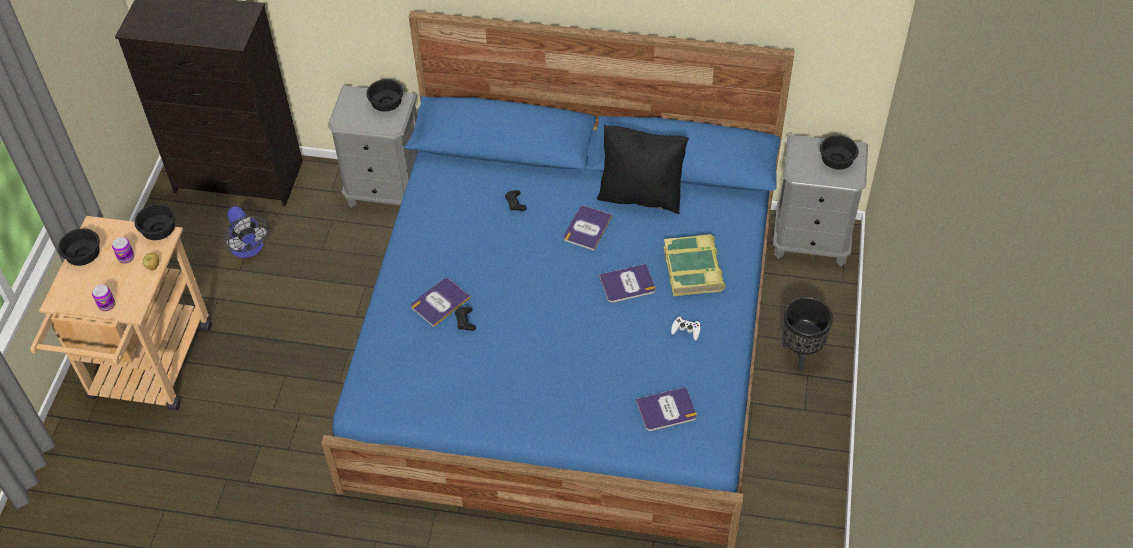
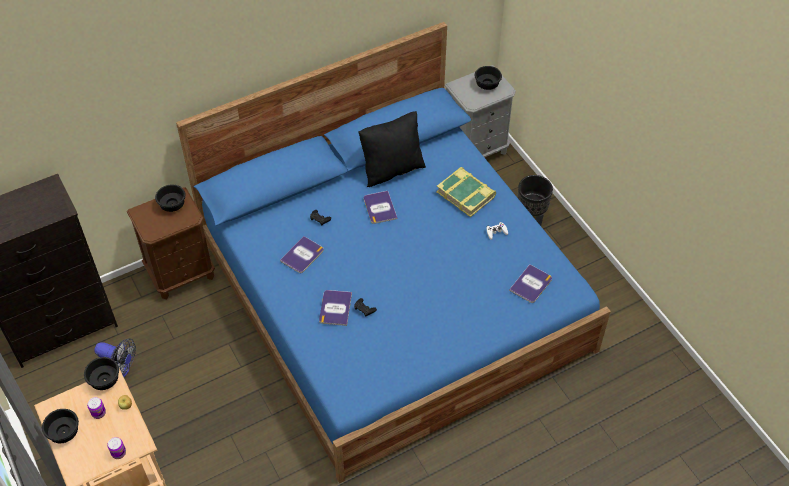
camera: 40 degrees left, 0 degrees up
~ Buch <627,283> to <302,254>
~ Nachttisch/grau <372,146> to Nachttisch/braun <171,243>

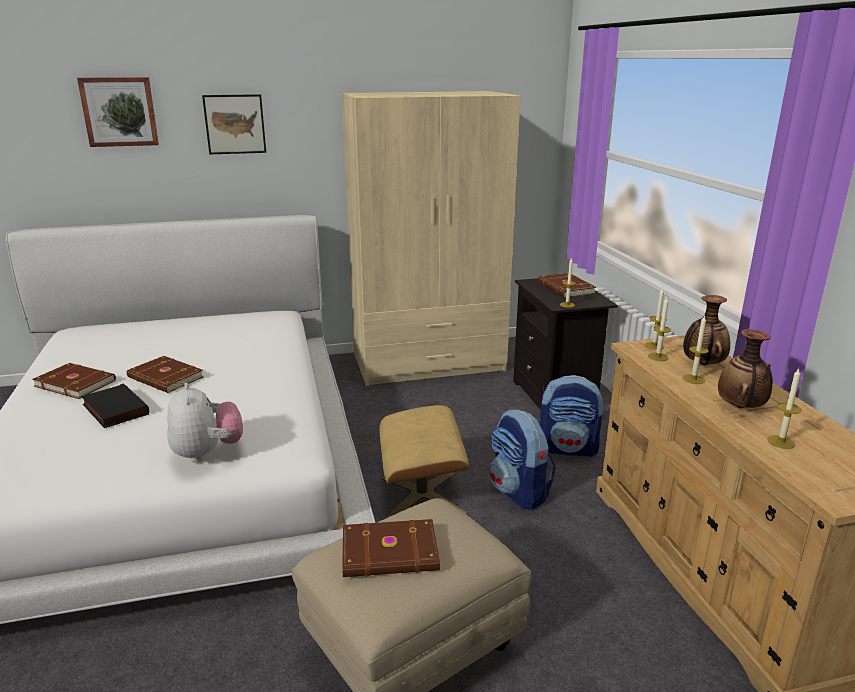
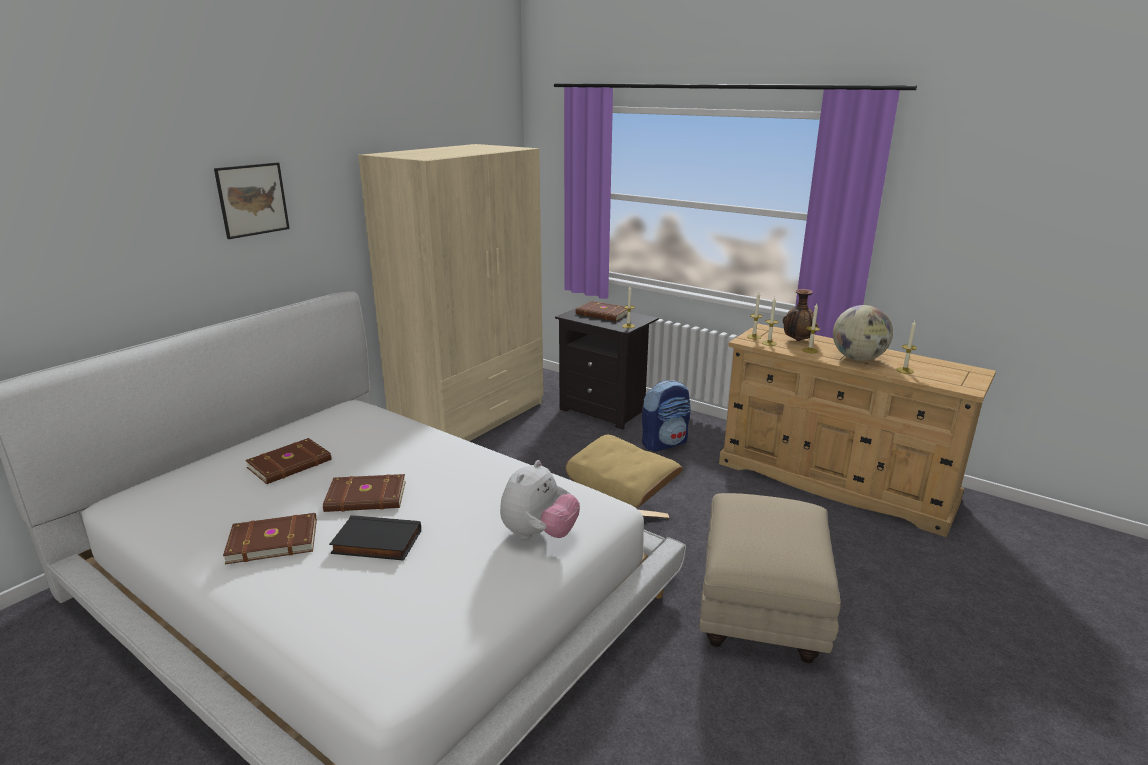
camera: 40 degrees left, 0 degrees up
- Bild <118,112>
- Rucksack <523,460>
~ Buch/braun <391,548> to <288,461>
~ Vase <745,368> to Globus <863,333>
~ Plüschtier <205,423> = <540,499> 90 degrees clockwise

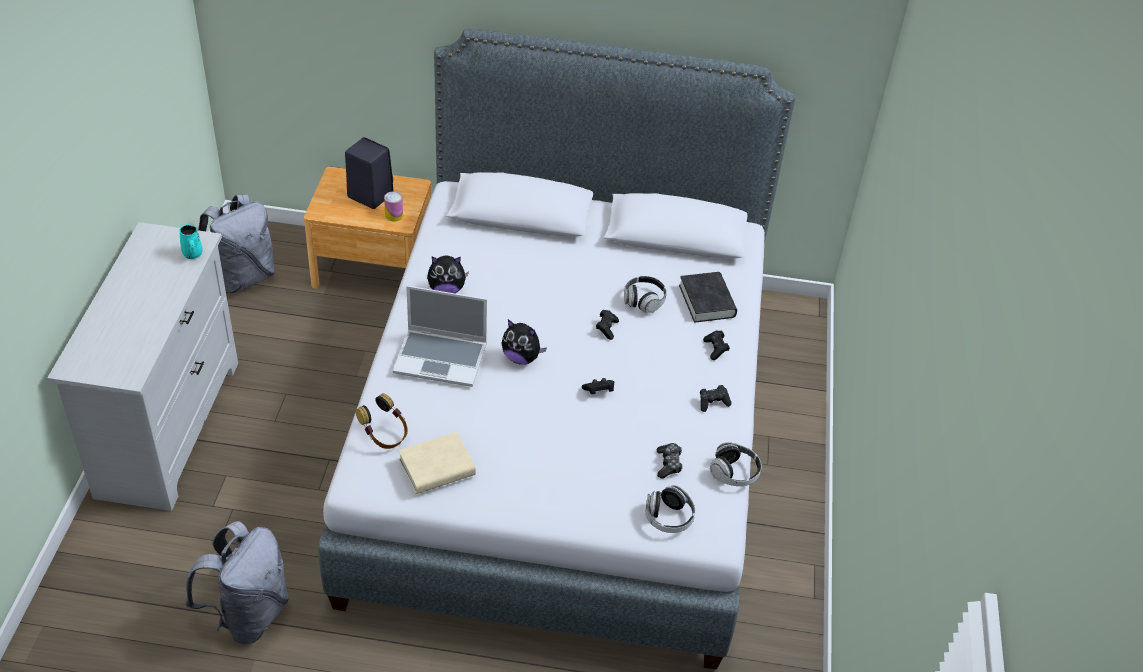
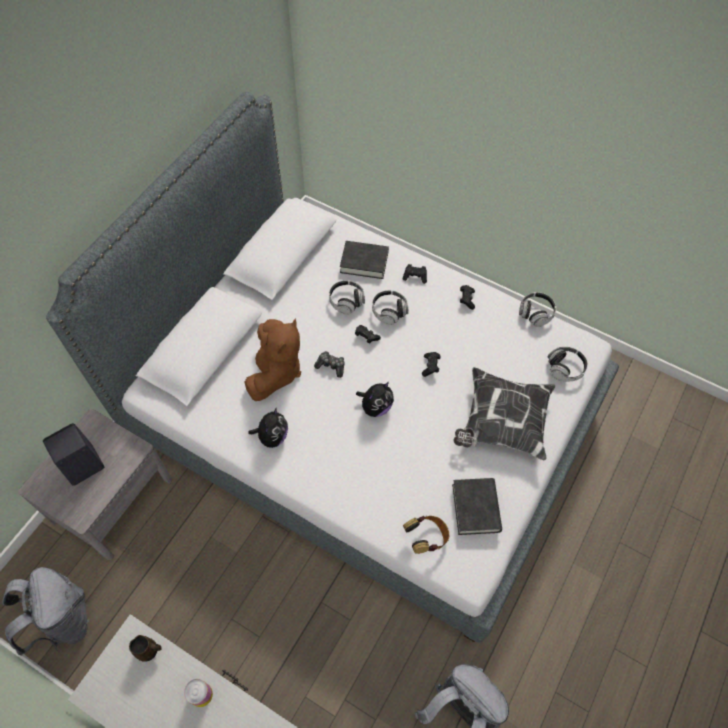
camera: 65 degrees left, 15 degrees up
- Laptop <439,336>
+ Plüschtier/braun <272,359>
+ Kopfhörer <390,307>
+ Kissen <504,413>
~ Dose <393,206> to <198,693>
~ Gamepad <670,461> to <329,364>
~ Henkelbecher/türkis <191,241> to Henkelbecher/braun <145,648>
~ Nachttisch/braun <367,228> to Nachttisch/grau <95,484>
~ Buch/beige <437,463> to Buch/schwarz <477,506>

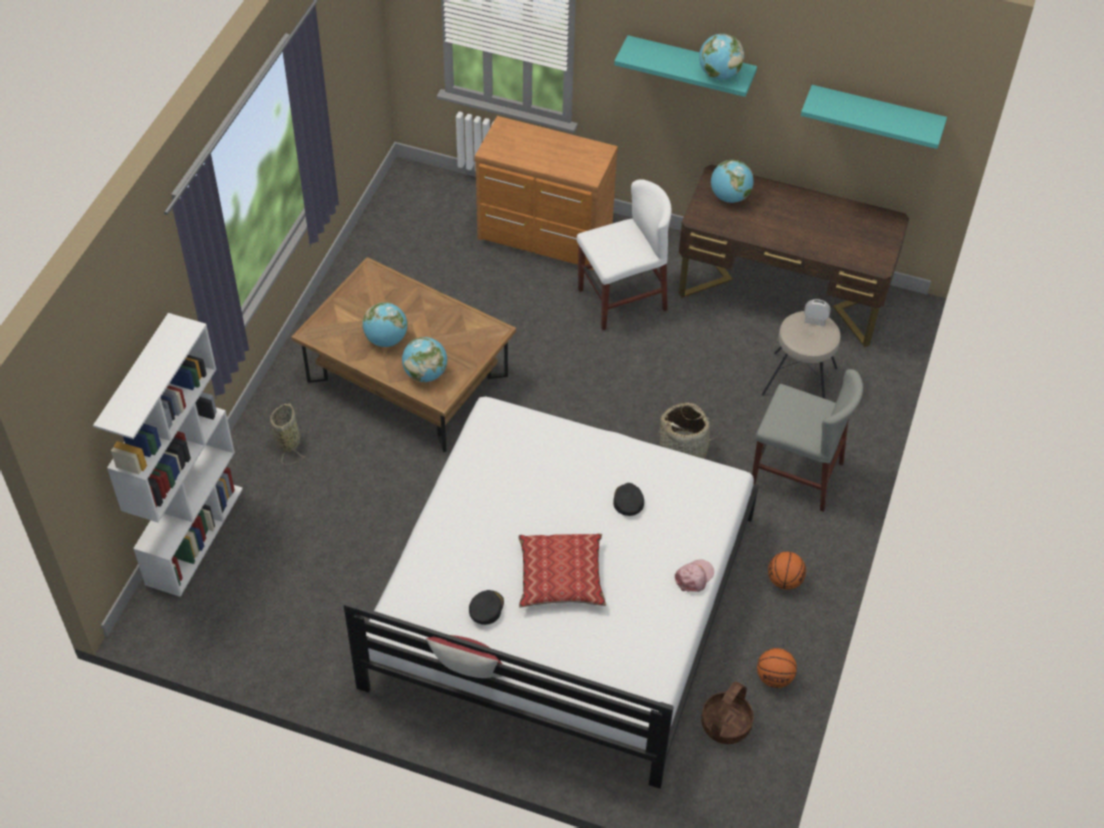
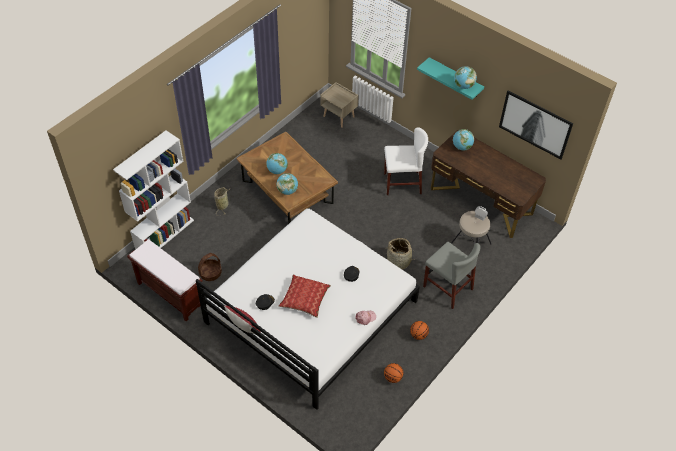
camera: 20 degrees right, 0 degrees up
- Kommode/braun <546,193>
+ Bank/braun <164,280>
+ Nachttisch/beige <339,105>
~ Korb <727,713> to <210,267>
~ Wandregal/türkis <874,117> to Bild <536,125>

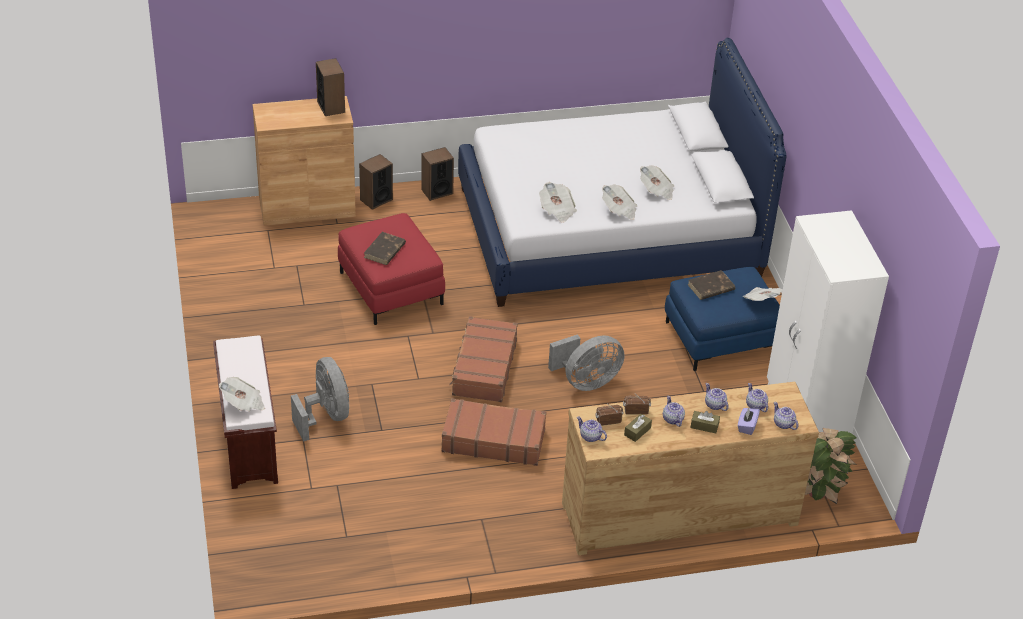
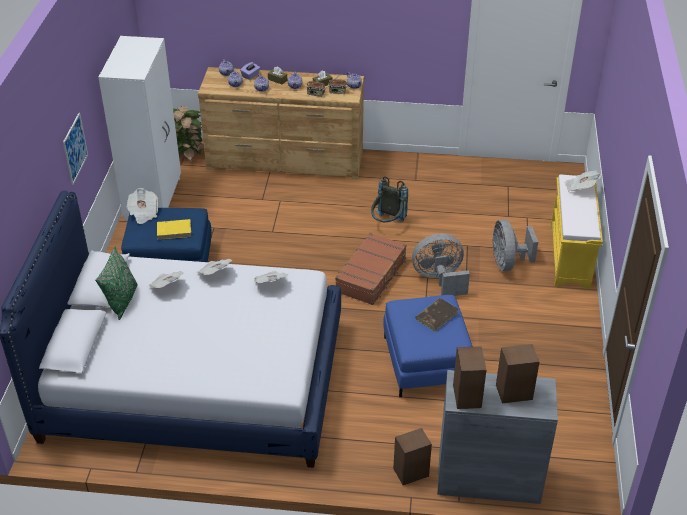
camera: 160 degrees left, 0 degrees up
+ Bild <75,149>
+ Kissen/grün <116,283>
~ Lautsprecher <437,174> to <517,374>
~ Ventilator/grau <586,362> to <441,265>
~ Koffer/braun <493,432> to Rucksack/grau <389,199>
~ Bank/braun <245,412> to Bank/gelb <577,232>
~ Schrank/braun <304,161> to Schrank/grau <497,437>
~ Polsterhocker/rot <391,269> to Polsterhocker/blau <428,346>
~ Buch/braun <711,285> to Buch/gelb <174,229>

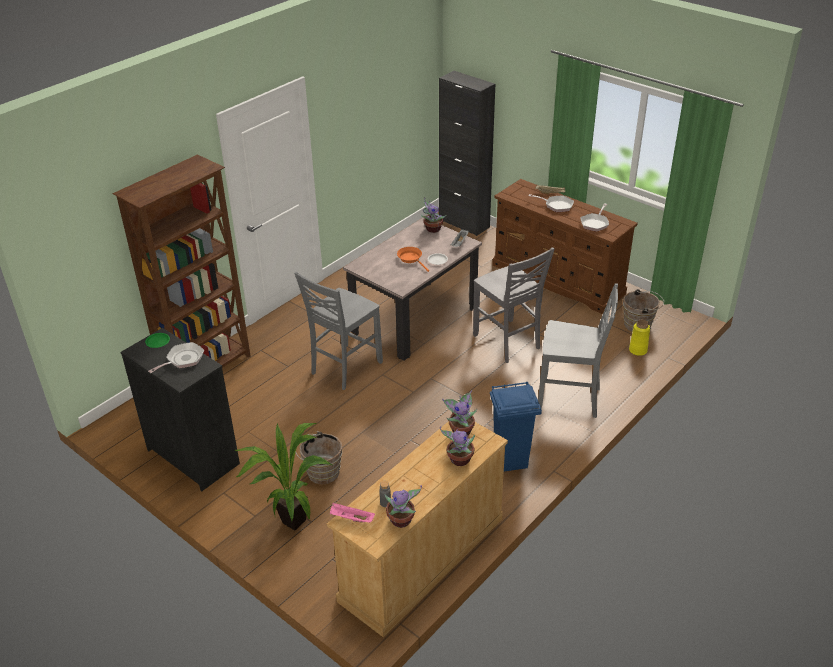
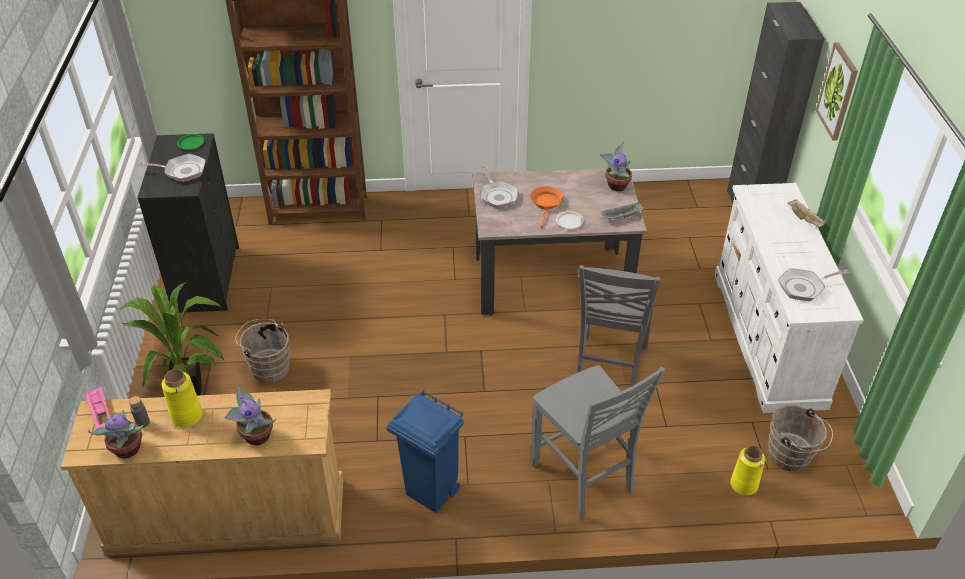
camera: 45 degrees right, 5 degrees up
- Stuhl/grau <338,331>
- Topfpflanze <459,412>
+ Vase/gelb <182,398>
+ Bild <837,91>
~ Pfanne <551,203> to <499,187>
~ Kommode/braun <565,246> to Kommode/weiß <789,298>

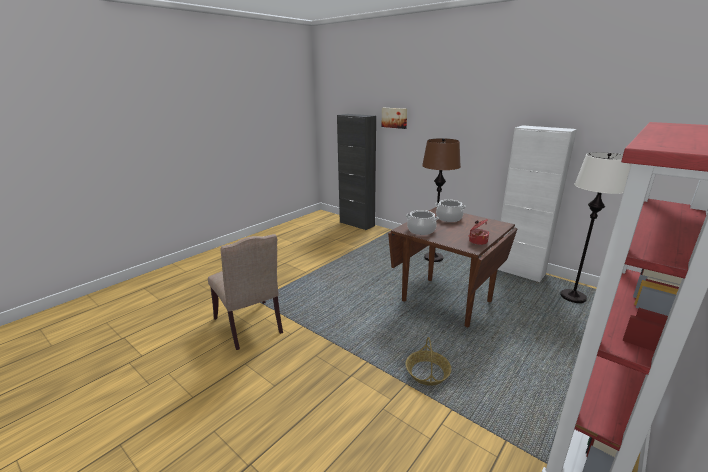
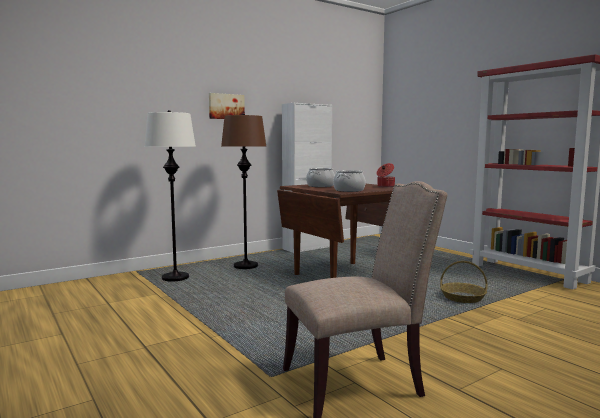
camera: 75 degrees left, 15 degrees down
- Schrank/schwarz <356,172>
~ Bild <394,118> to <227,106>
~ Stehlampe/weiß <595,227> to <170,196>

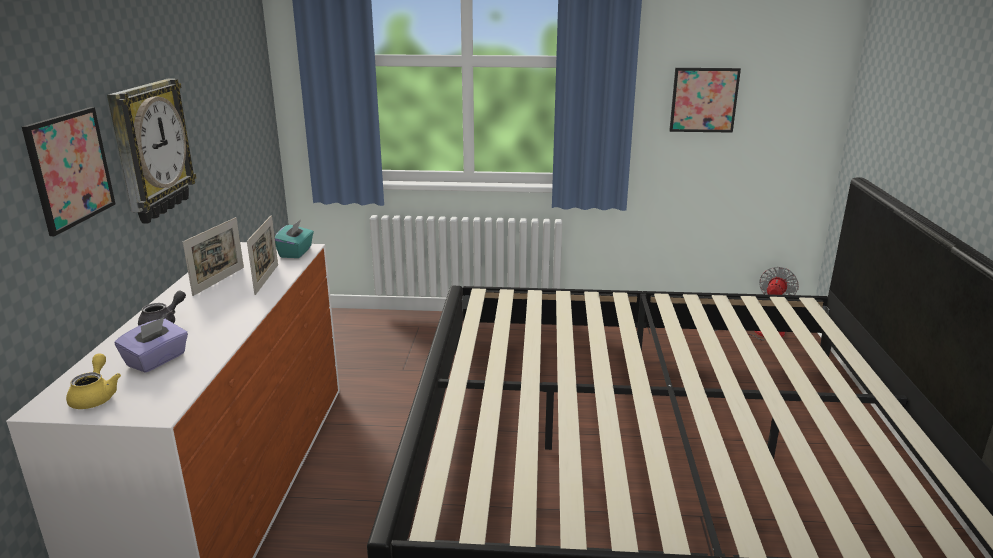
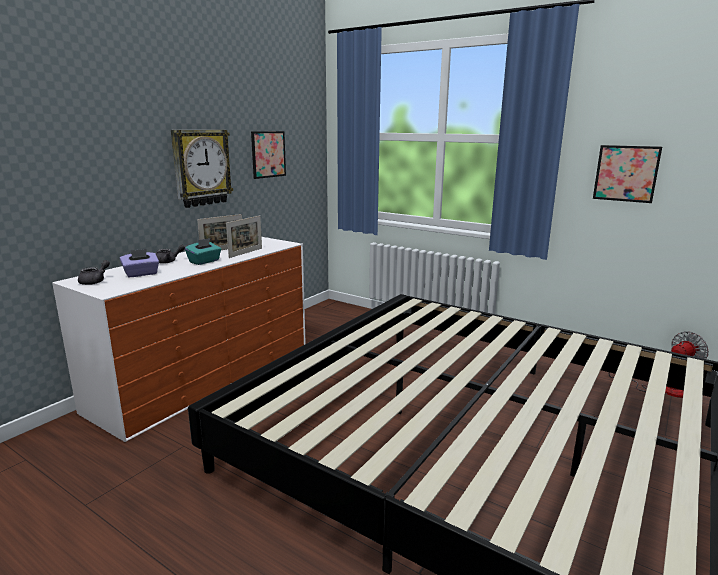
camera: 30 degrees right, 5 degrees down
~ Bild <68,171> to <268,155>
~ Taschentuchbox/türkis <294,239> to <203,251>
~ Teekanne/gelb <93,381> to Teekanne/grau <94,272>

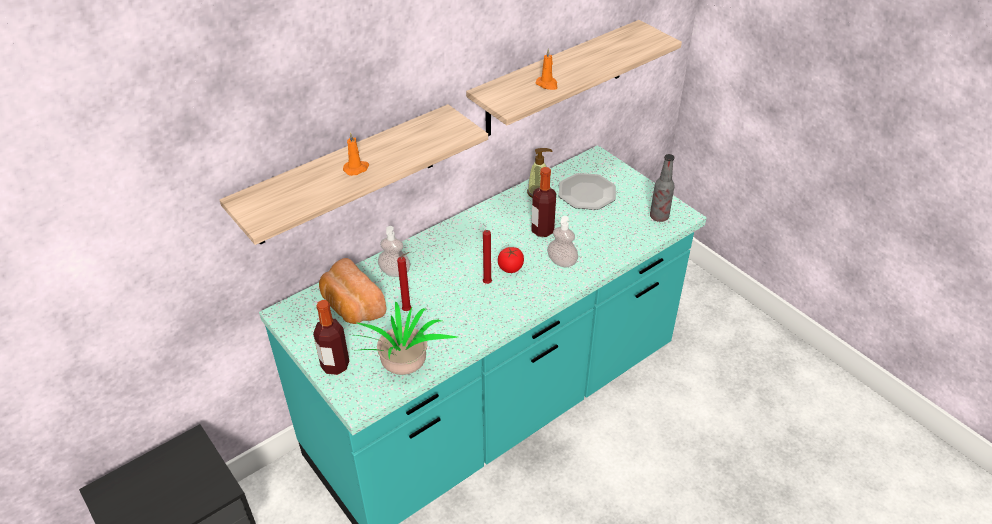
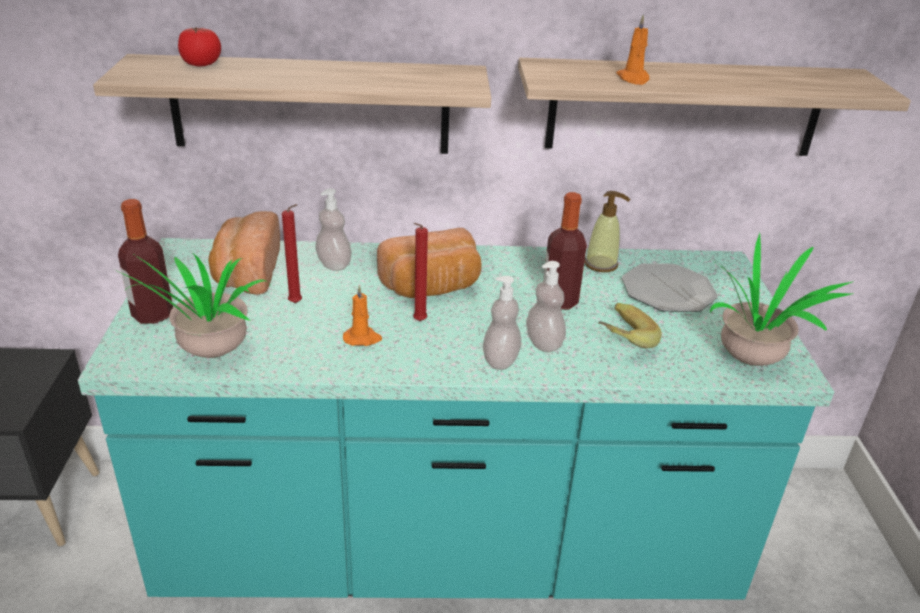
camera: 35 degrees right, 10 degrees down
+ Brot <429,263>
+ Seifenspender <502,323>
+ Banane <630,325>
~ Kerze/orange <356,154> to <362,315>
~ Tomate <511,260> to <199,46>
~ Flasche <662,188> to Topfpflanze <782,299>

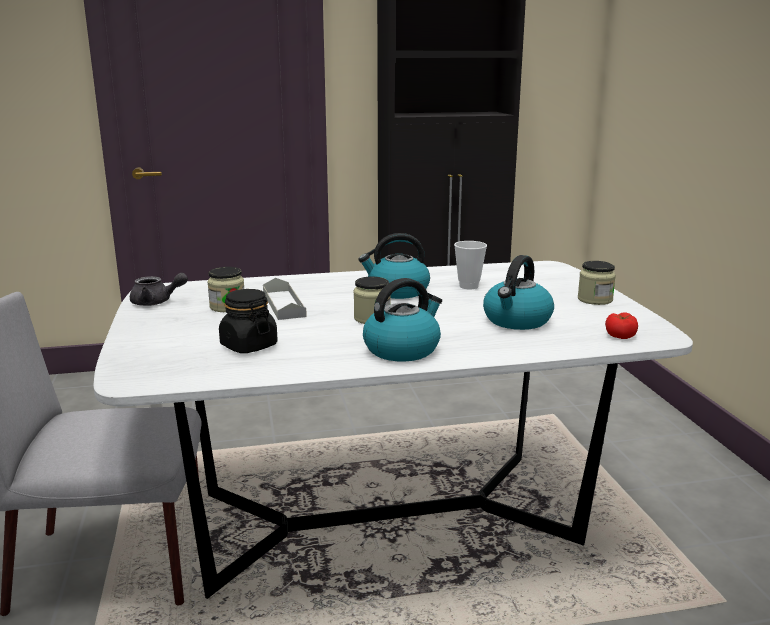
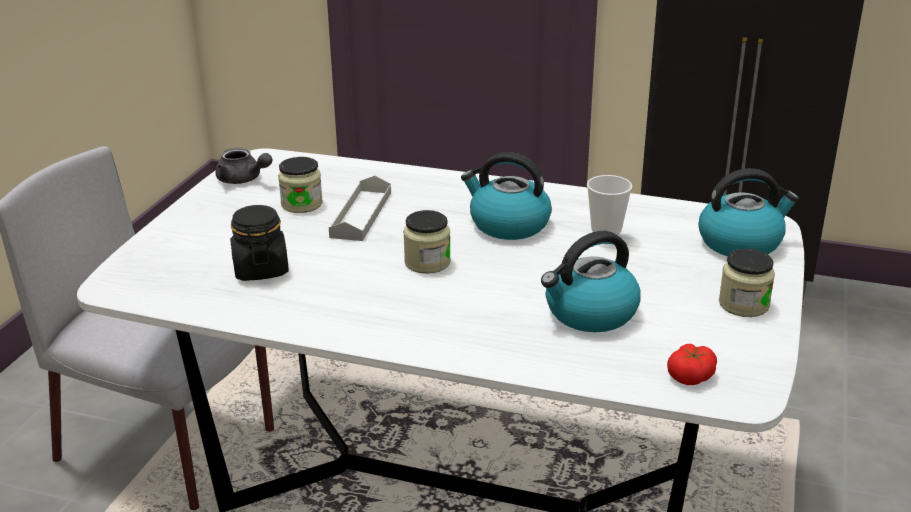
camera: 30 degrees right, 10 degrees up
~ Wasserkessel <402,319> to <748,212>

